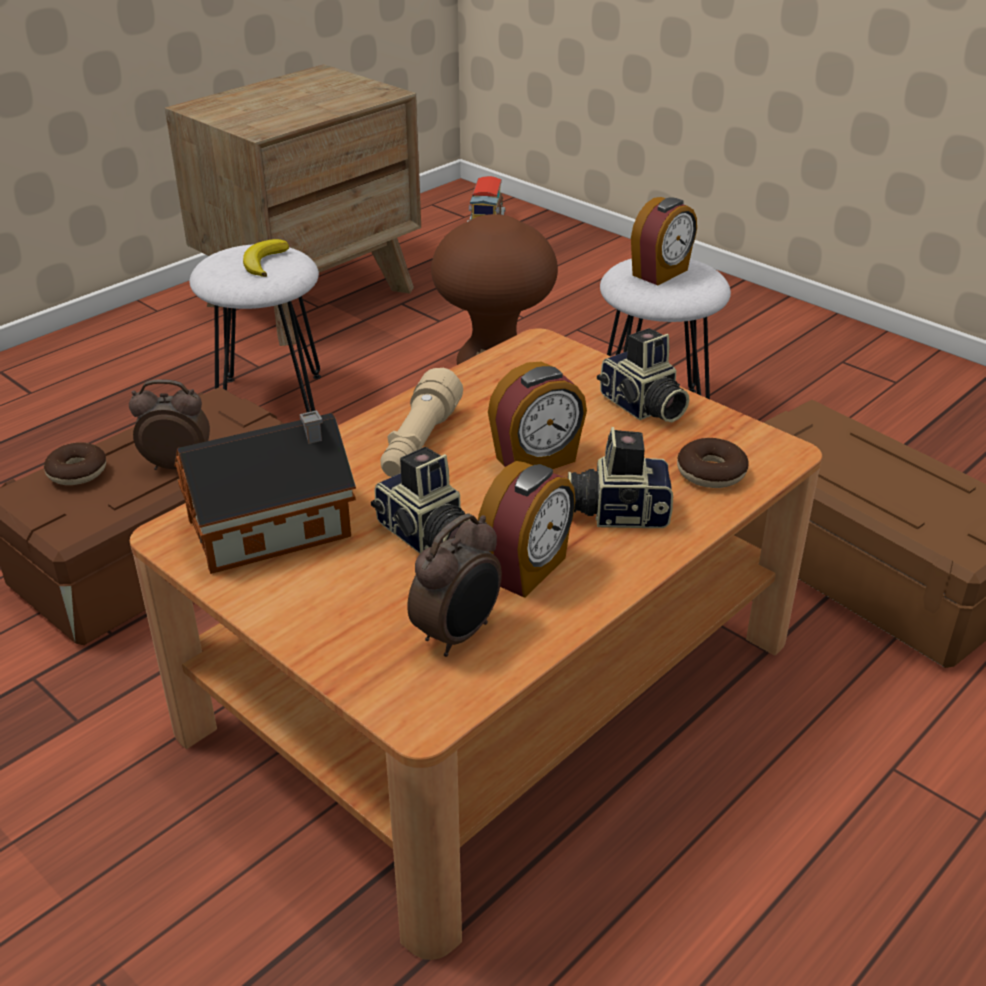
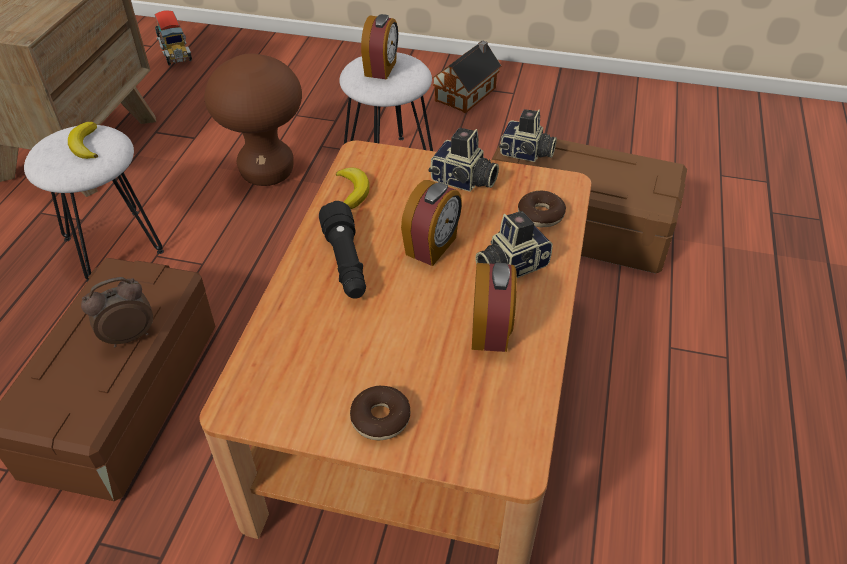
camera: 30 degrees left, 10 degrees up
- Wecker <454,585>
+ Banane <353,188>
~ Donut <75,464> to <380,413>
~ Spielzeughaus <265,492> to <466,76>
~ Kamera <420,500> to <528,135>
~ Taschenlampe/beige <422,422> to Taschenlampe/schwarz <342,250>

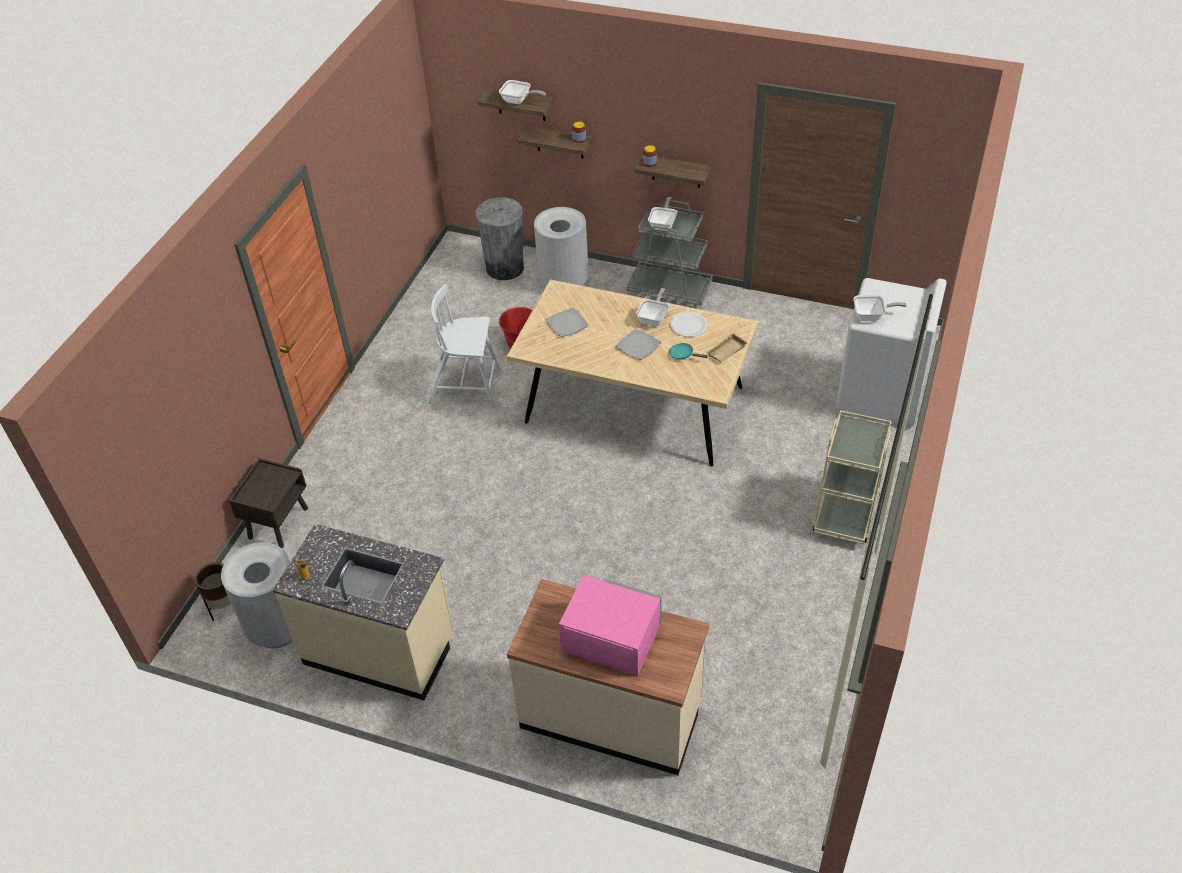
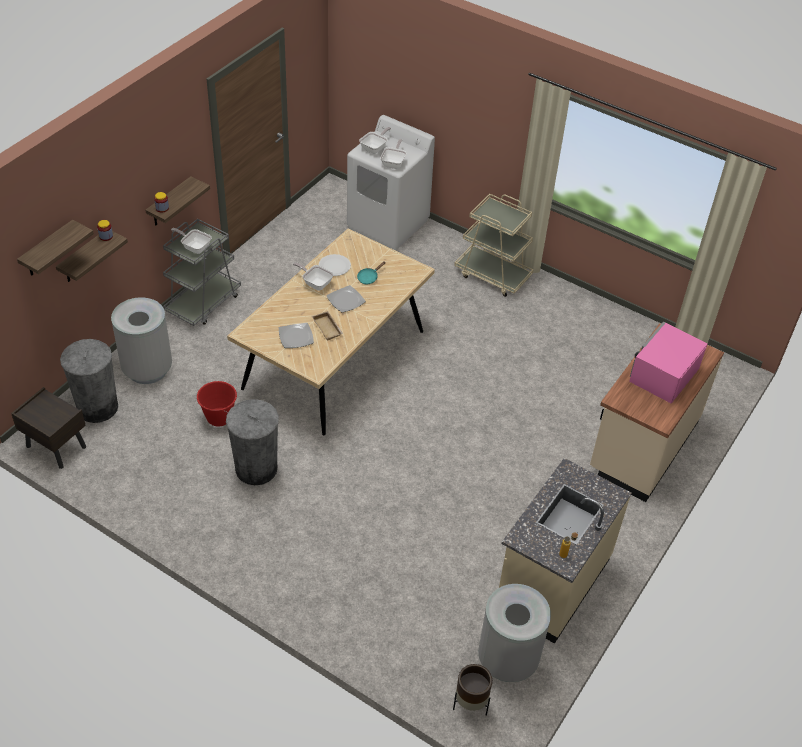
camera: 80 degrees left, 0 degrees up
~ Nachttisch/braun <268,503> to <48,428>
~ Pfanne <522,92> to <375,140>
~ Tablett/beige <727,347> to <327,326>
~ Stuhl/weiß <464,345> to Mülleimer/grau <252,442>

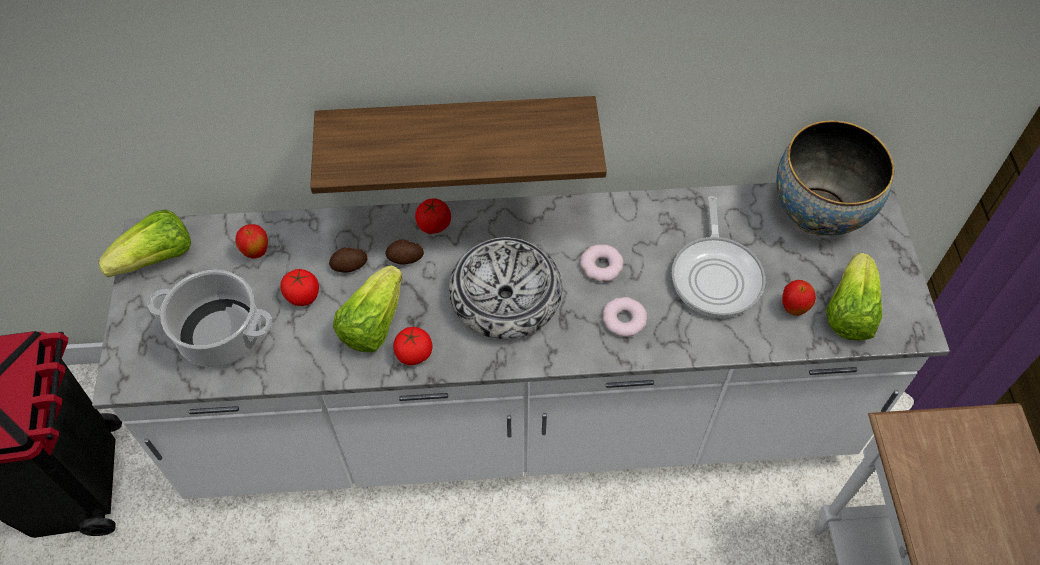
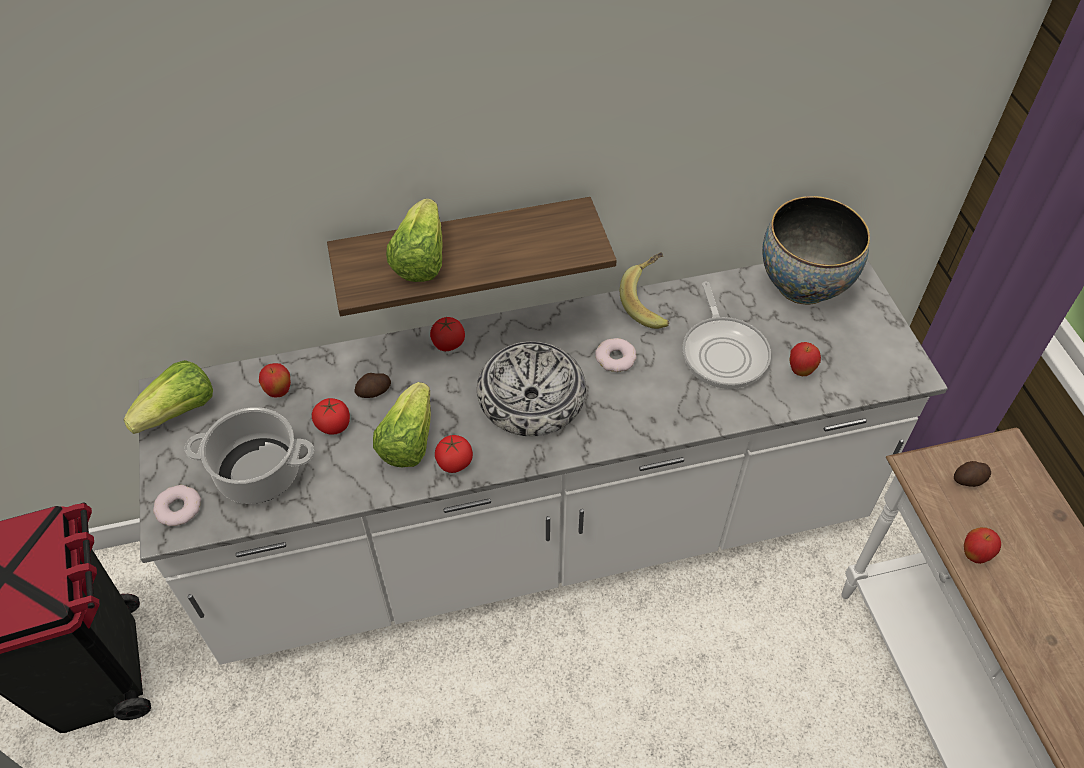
camera: 10 degrees left, 5 degrees down
+ Banane <644,290>
+ Apfel <982,545>
~ Kartoffel <404,252> to <972,474>
~ Donut <625,317> to <177,505>
~ Salatkopf <854,296> to <414,240>

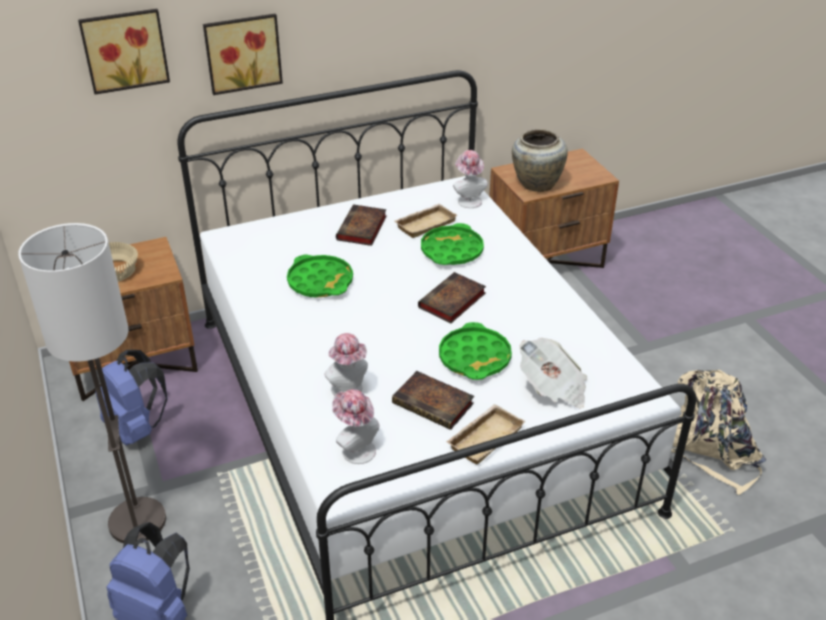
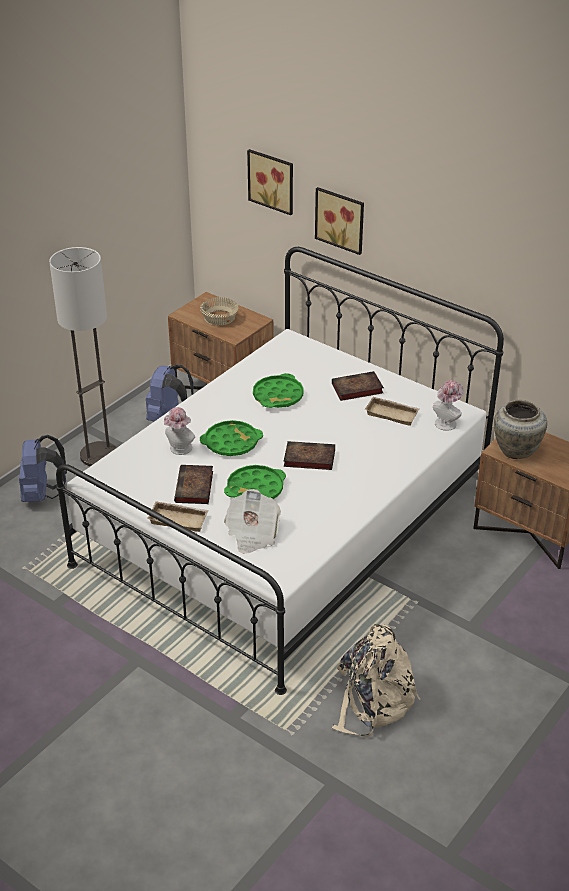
camera: 60 degrees right, 0 degrees up
- Hut <355,426>
~ Tablett/grün <452,244> to <231,438>

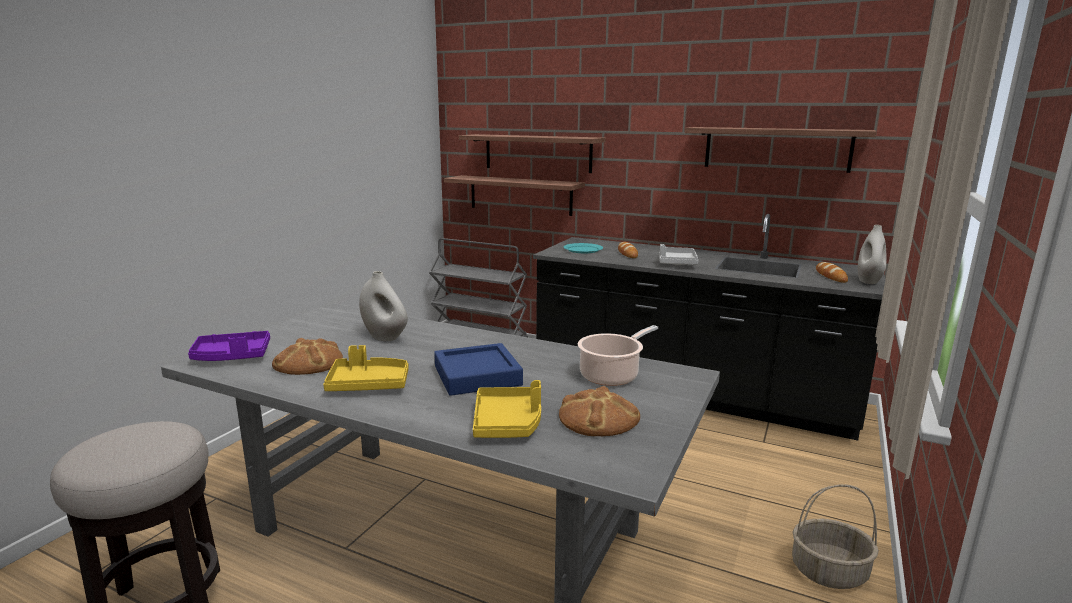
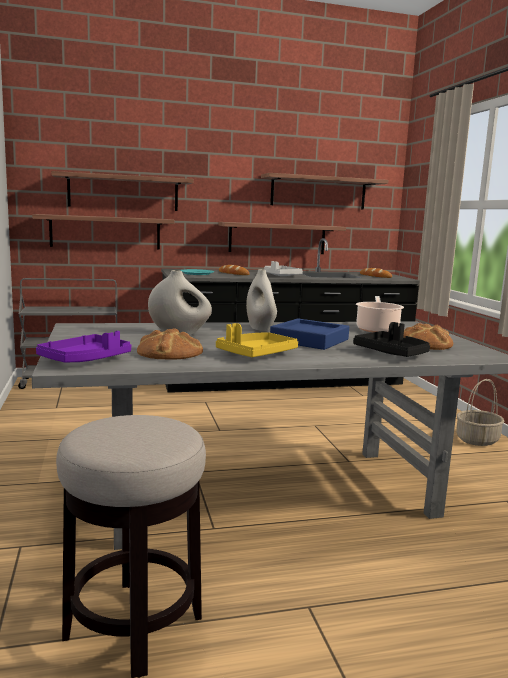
camera: 40 degrees left, 5 degrees down
+ Wandregal <282,238>
~ Vase/weiß <872,254> to <261,300>
~ Tablett/gelb <507,409> to Tablett/schwarz <391,339>

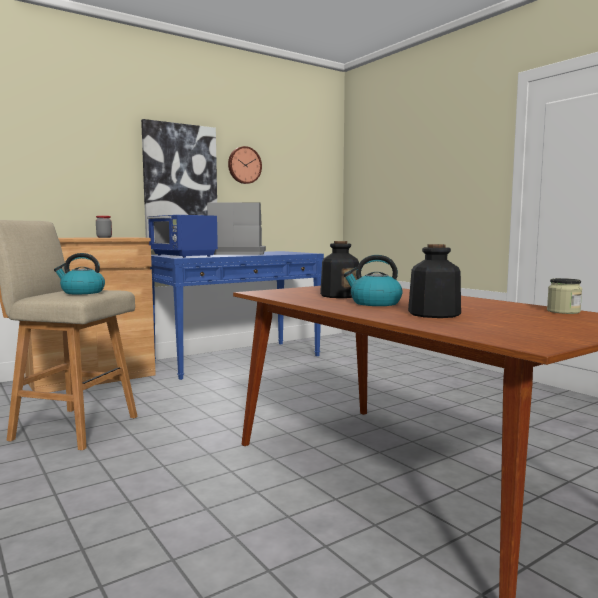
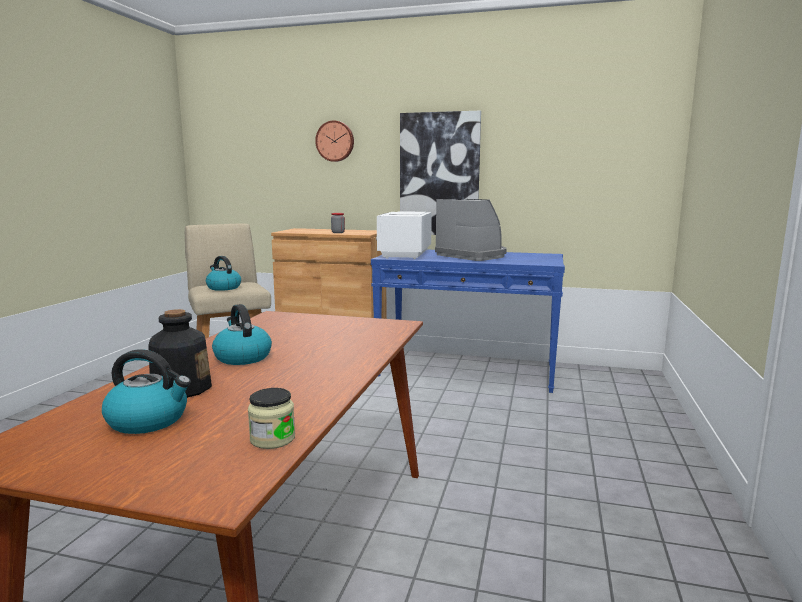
camera: 50 degrees right, 5 degrees up
- Flasche <339,269>
+ Wasserkessel <146,391>
~ Wanduhr <245,165> to <334,141>
~ Mikrowelle/blau <182,236> to Mikrowelle/weiß <404,235>

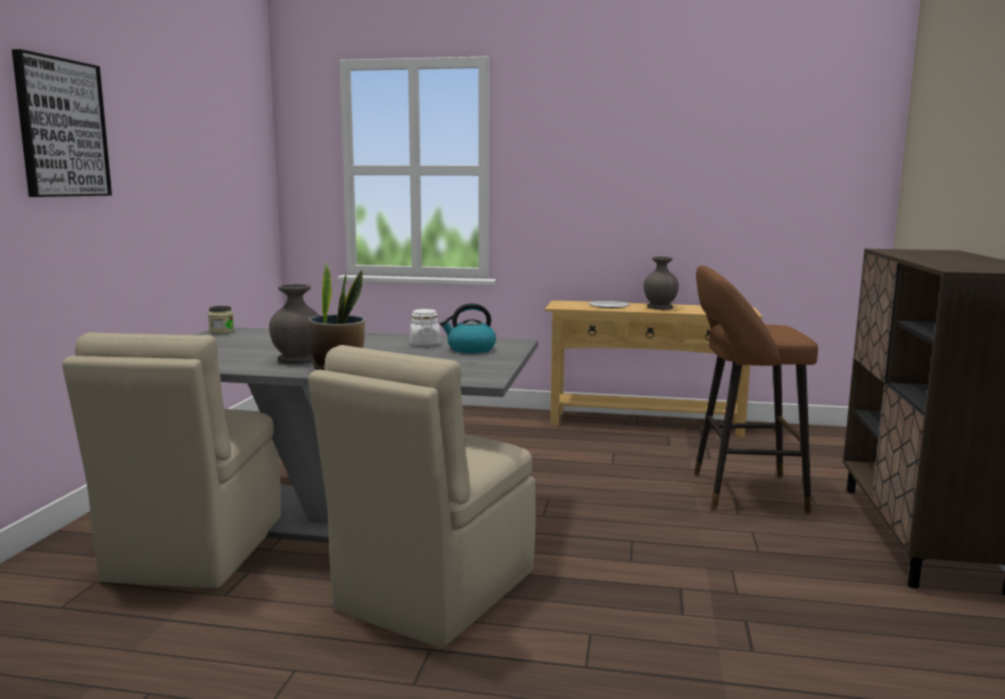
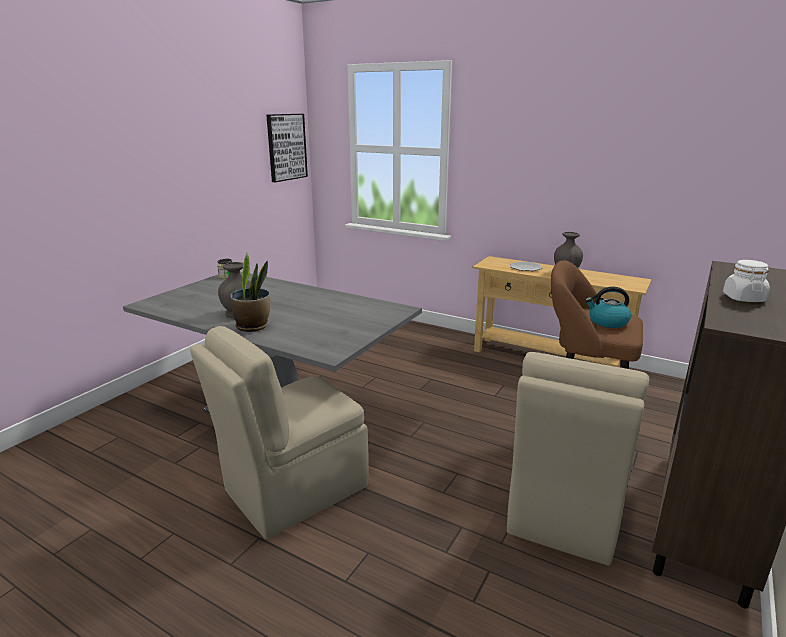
camera: 20 degrees right, 10 degrees up
~ Bild <62,123> to <287,148>
~ Stuhl/beige <171,460> to <578,459>
~ Vorratsglas/weiß <425,327> to <746,281>
~ Wasserkessel <468,328> to <608,307>

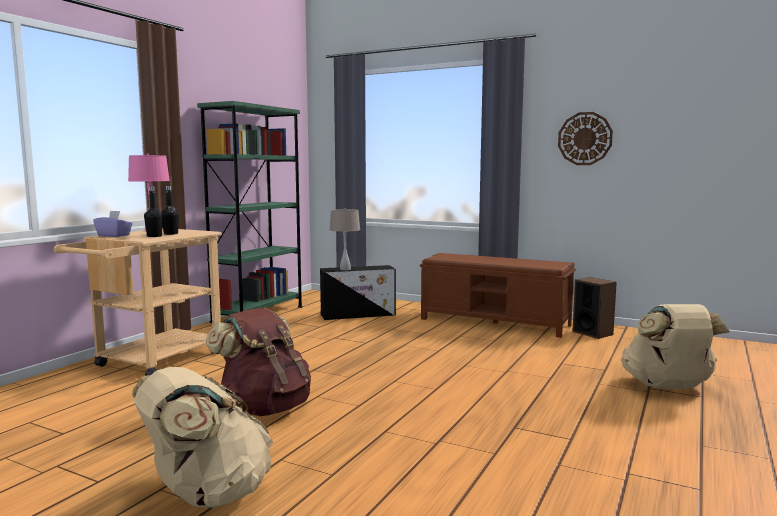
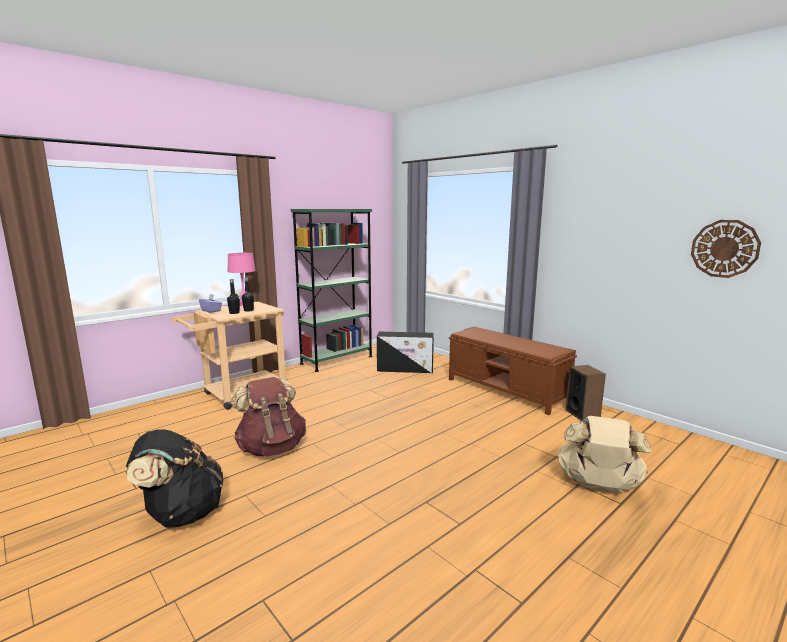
camera: 20 degrees right, 5 degrees up
- Tischlampe/beige <345,239>
~ Wanduhr <585,138> to <726,249>
~ Rucksack/beige <202,437> to Rucksack/schwarz <174,479>

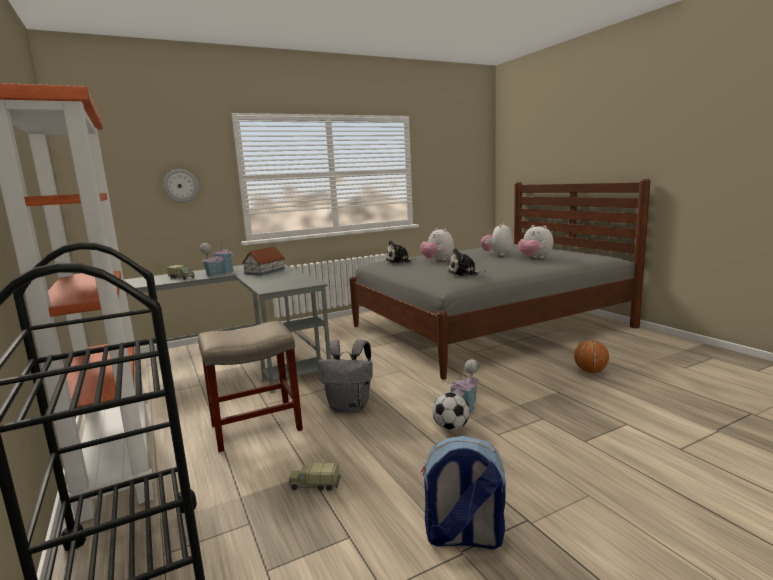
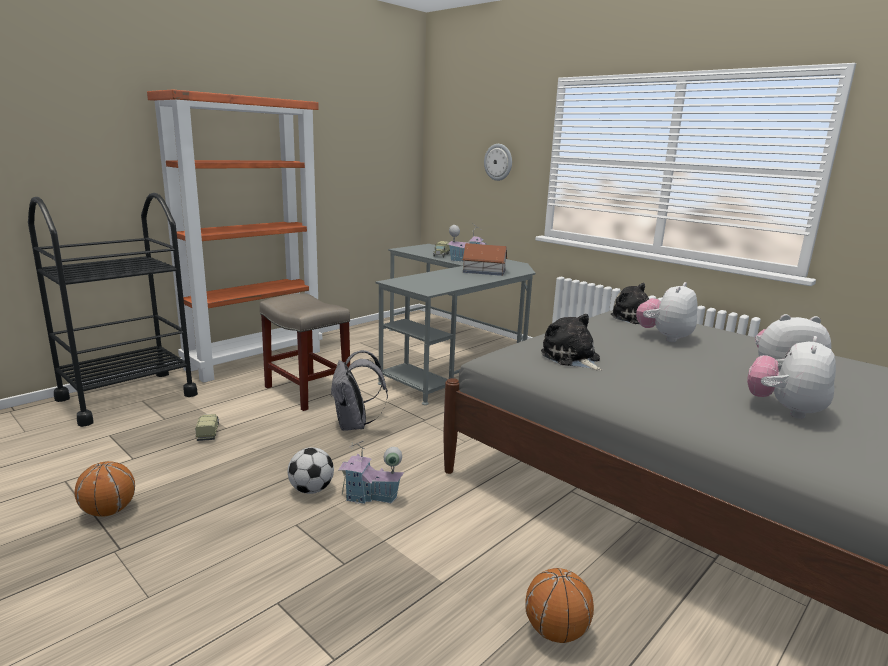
camera: 70 degrees right, 5 degrees up
~ Rucksack <463,492> to Basketball <105,489>

